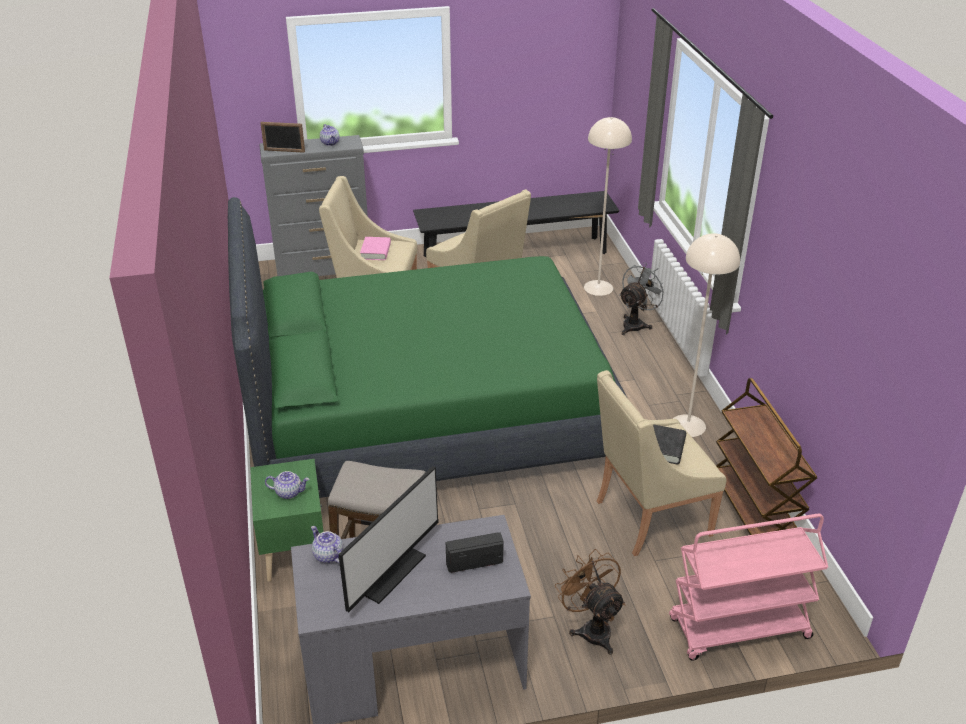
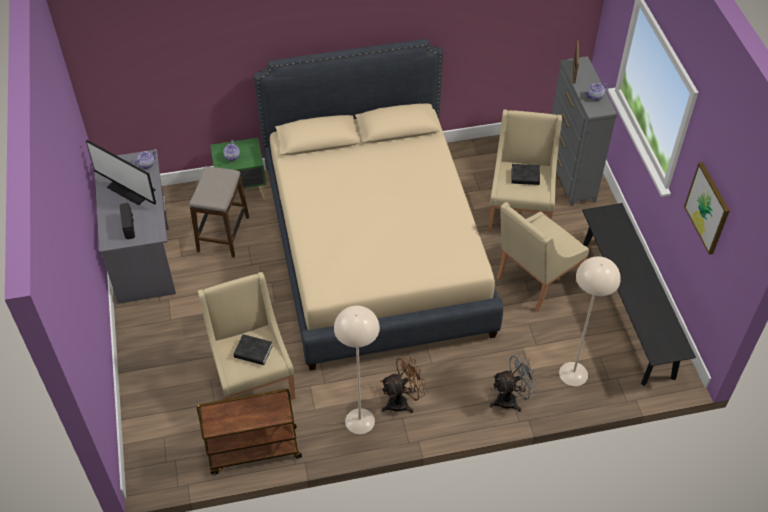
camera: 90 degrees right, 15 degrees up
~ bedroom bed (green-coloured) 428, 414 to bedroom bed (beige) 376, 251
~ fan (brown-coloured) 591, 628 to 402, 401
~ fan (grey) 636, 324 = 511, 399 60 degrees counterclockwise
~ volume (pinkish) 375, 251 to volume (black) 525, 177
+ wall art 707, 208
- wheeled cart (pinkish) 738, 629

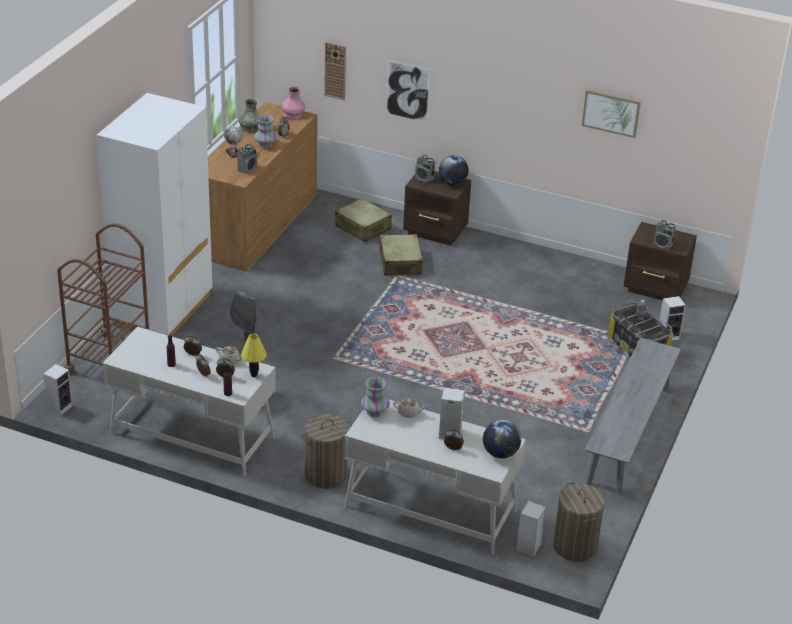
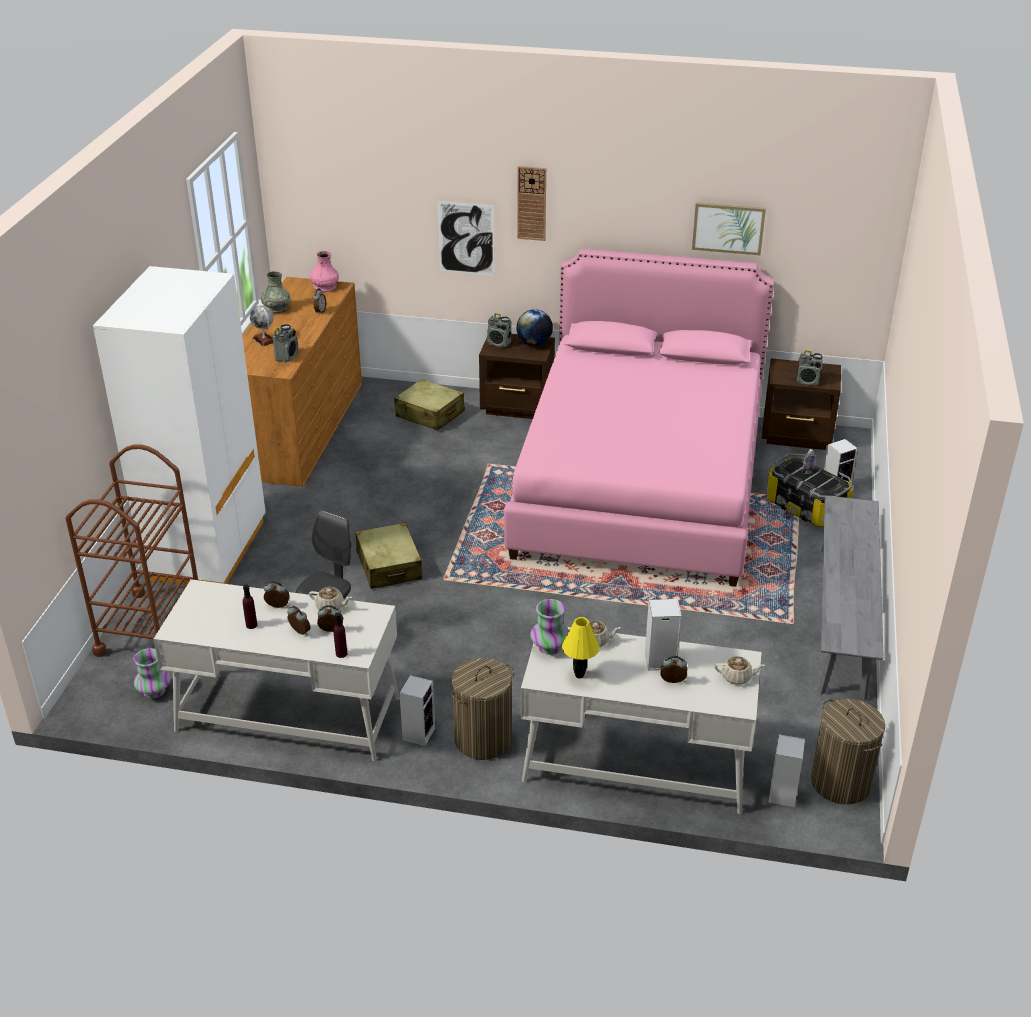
camera: 10 degrees left, 0 degrees up
~ vase 265, 145 to 154, 691
~ travel case (beige) 400, 262 to 389, 565
~ loudspeaker 60, 407 to 418, 733
+ bedroom bed (pinkish) 640, 484
~ wall clock 335, 70 to 531, 203
~ table lamp (yellow) 254, 375 to 579, 675
~ desk globe 500, 453 to tea pot (beige) 737, 677

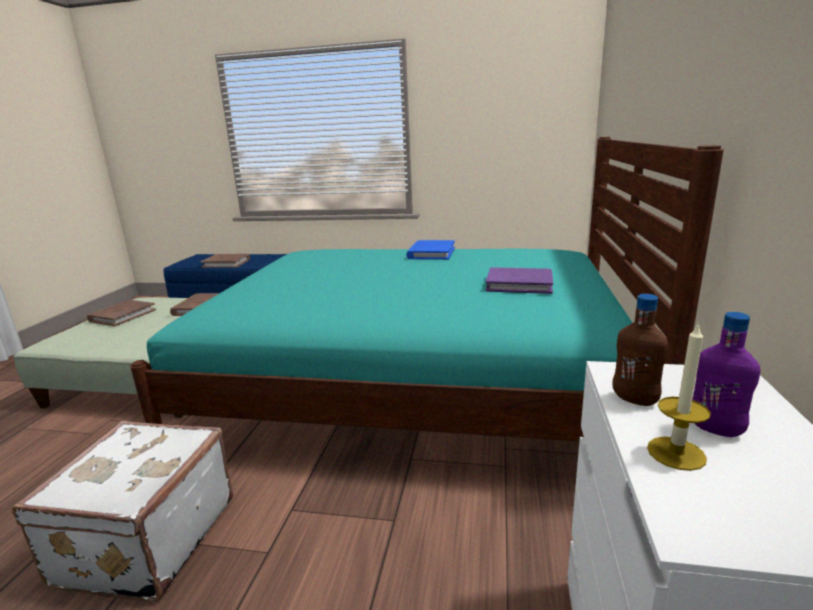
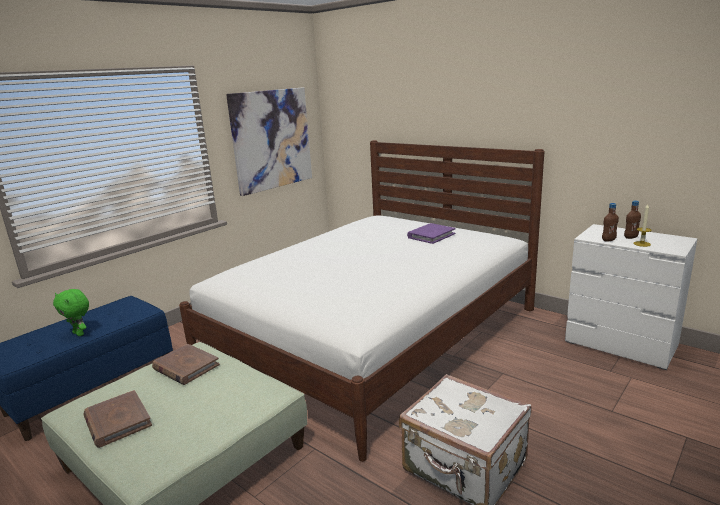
camera: 60 degrees left, 0 degrees up
~ volume (brown-coloured) 226, 263 to soft toy (green-coloured) 79, 333
~ bedroom bed (turquoise-coloured) 414, 386 to bedroom bed (whitish) 373, 335
+ wall art 271, 139
~ bottle (purple) 715, 429 to bottle (brown-coloured) 630, 237
- volume (blue-coloured) 431, 253

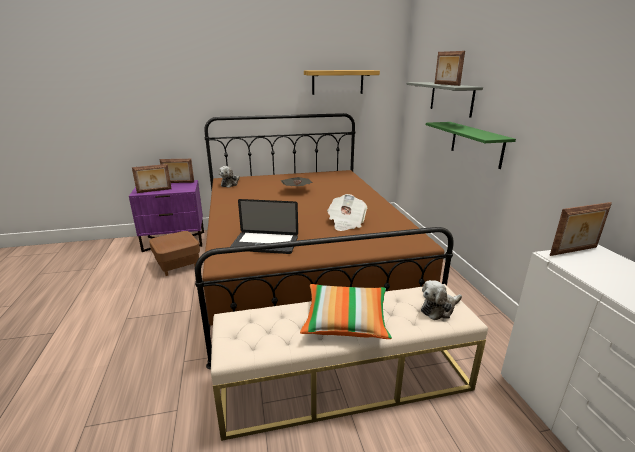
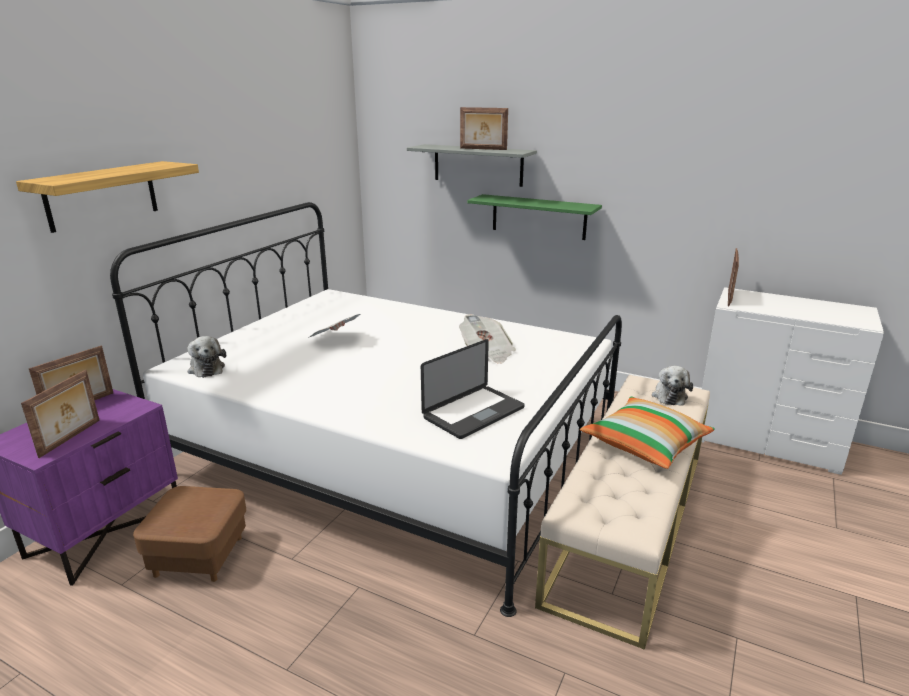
camera: 50 degrees left, 0 degrees up
~ bracket shelf 337, 82 to 102, 195
~ bedroom bed (brown-coloured) 302, 269 to bedroom bed (whitish) 394, 453

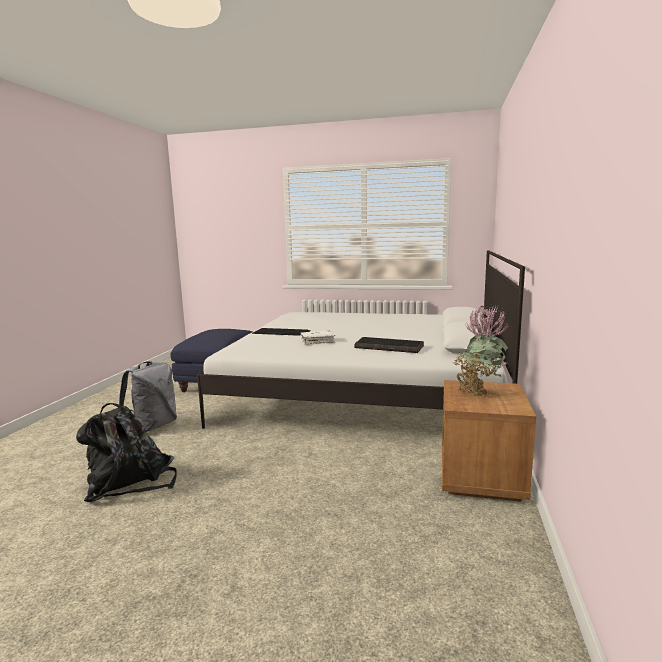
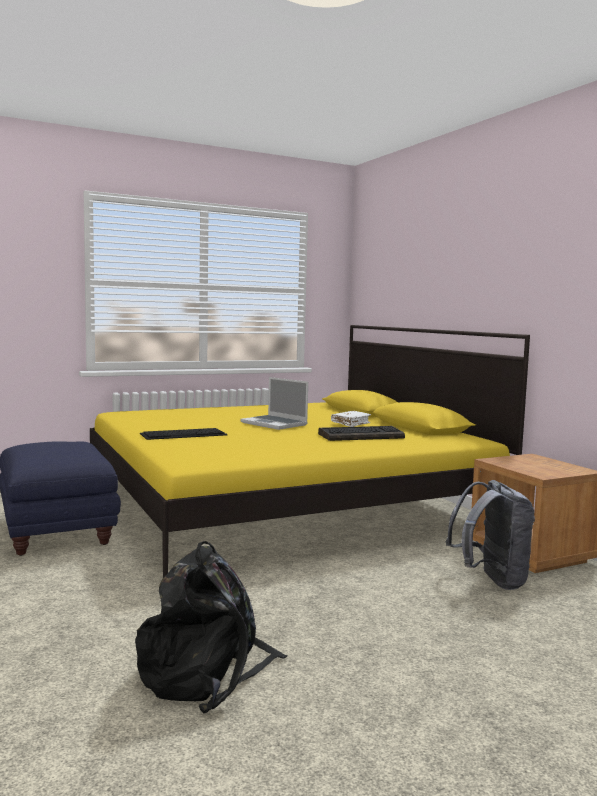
camera: 40 degrees left, 5 degrees down
~ bedroom bed (whitish) 367, 391 to bedroom bed (yellow) 284, 505
+ notebook computer 275, 424
~ volume (whitish) 317, 341 to 350, 423
~ rucksack (grey) 153, 426 to 491, 581
- houseplant 478, 392

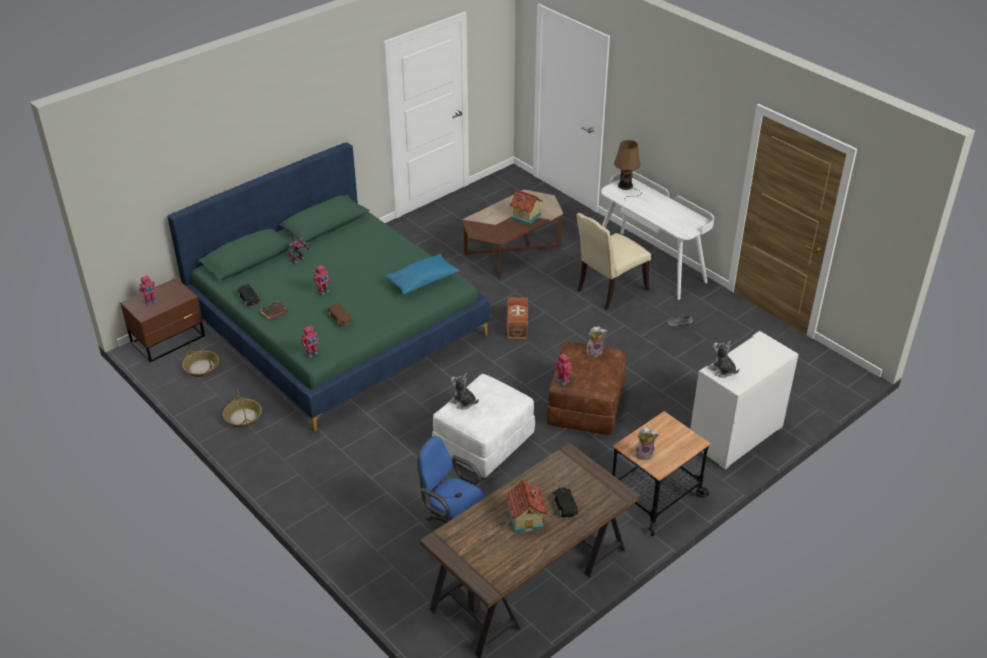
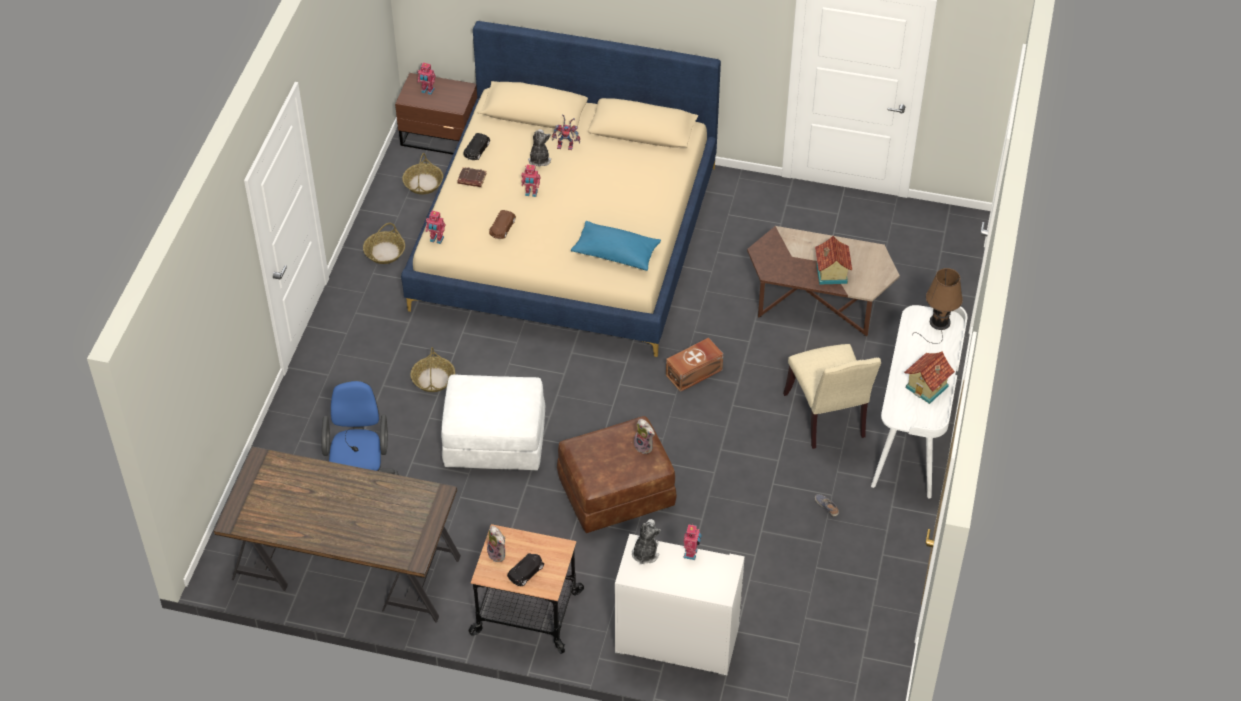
camera: 55 degrees right, 10 degrees up
~ bedroom bed (green-coloured) 337, 325 to bedroom bed (beige) 566, 237
+ basket 433, 379
~ toy car (black) 565, 505 to 526, 572
~ soft toy 463, 402 to 539, 159
~ robot figure 563, 380 to 691, 554
~ plain chair (beige) 609, 290 = 828, 418 120 degrees counterclockwise
~ model house 526, 519 to 927, 387

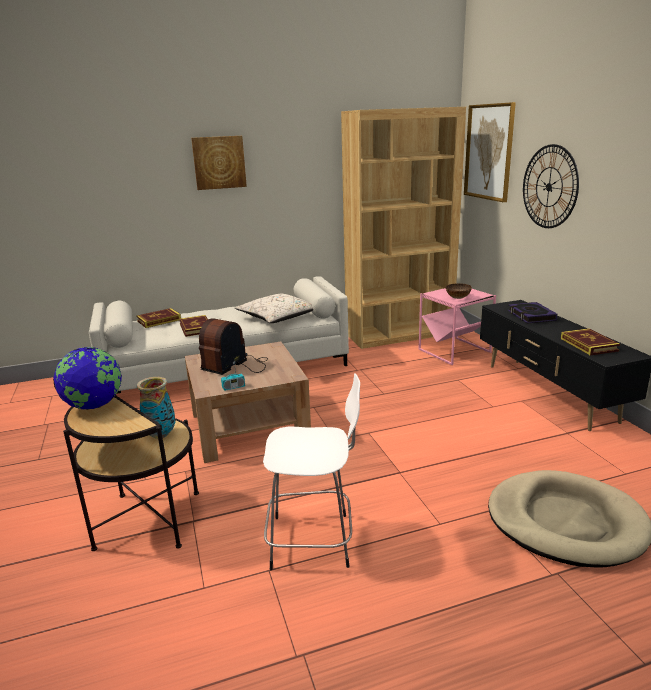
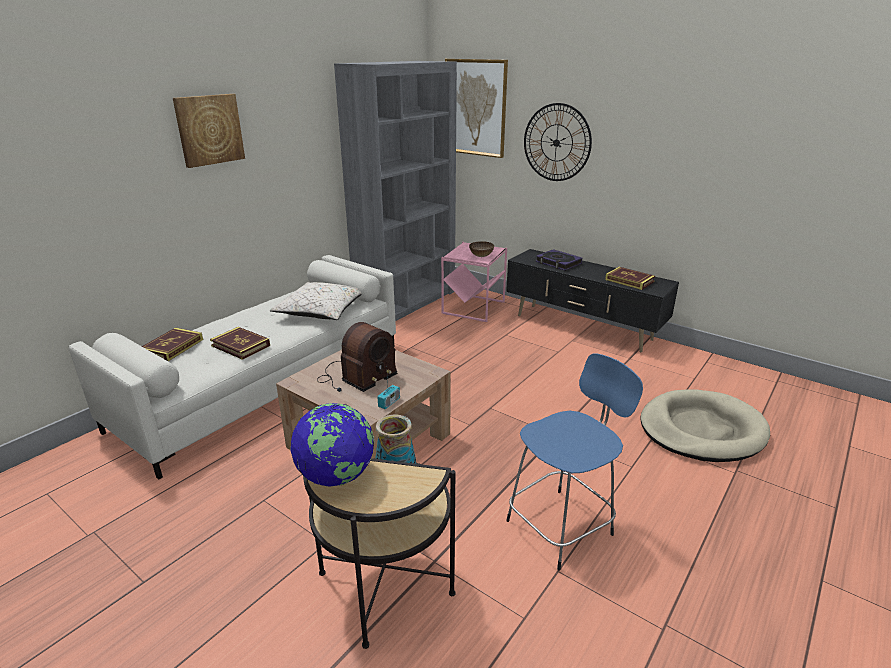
camera: 35 degrees left, 5 degrees up
~ radio set 236, 365 = 356, 377 135 degrees counterclockwise
~ shelving unit (brown-coloured) 399, 334 to shelving unit (grey) 406, 302
~ stool (whitish) 314, 541 to stool (blue-coloured) 562, 526

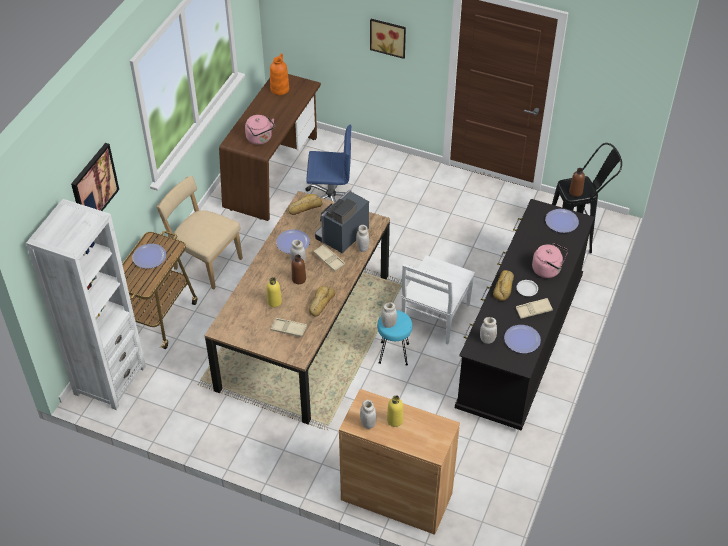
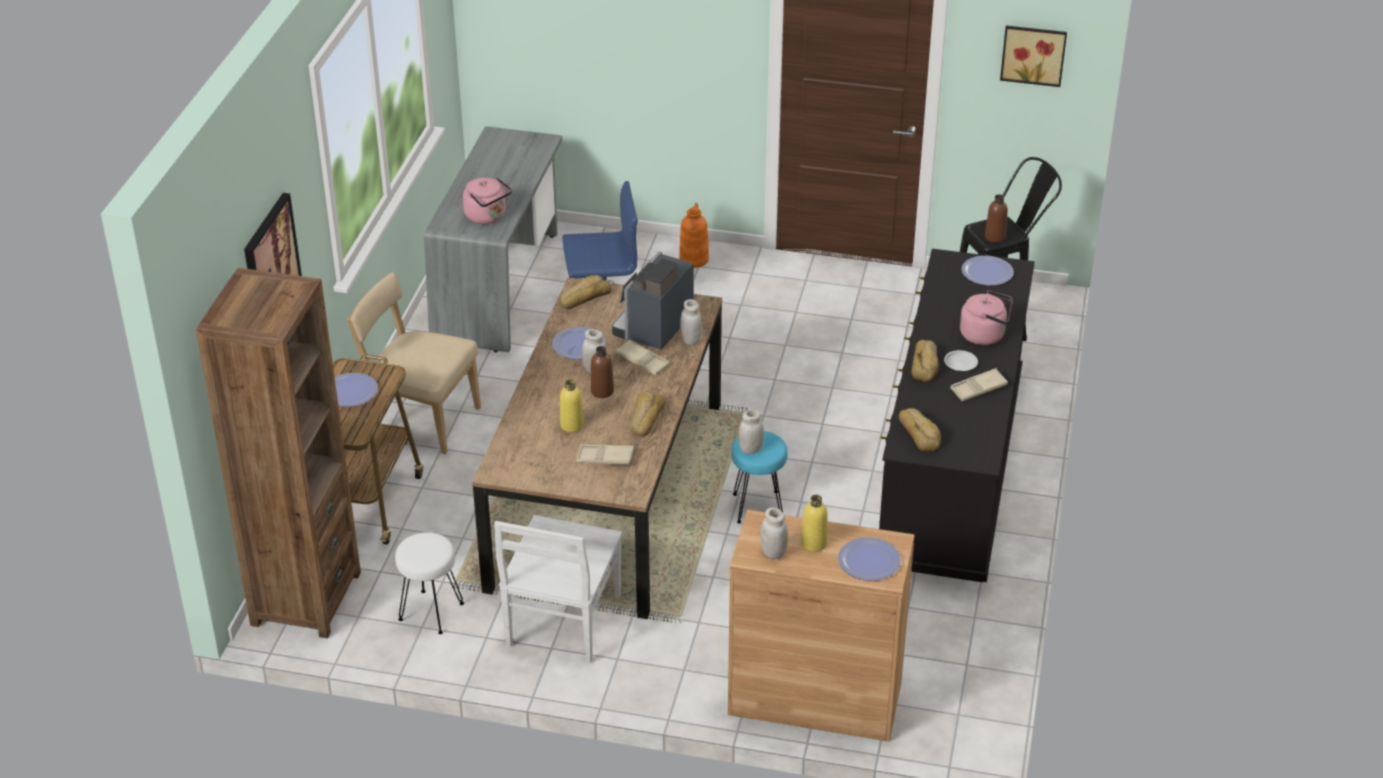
camera: 10 degrees left, 10 degrees down
~ shelving unit (whitish) 110, 380 to shelving unit (brown-coloured) 305, 598
+ stool (whitish) 430, 612
~ desk (brown-coloured) 273, 172 to desk (grey) 500, 287
~ plain chair (whitish) 435, 317 to 562, 623
~ vase (orange-coloured) 279, 89 to 693, 259
~ plate 522, 339 to 869, 560
~ jar (whitish) 487, 339 to bakery bread 919, 434
~ wall art 388, 37 to 1033, 54

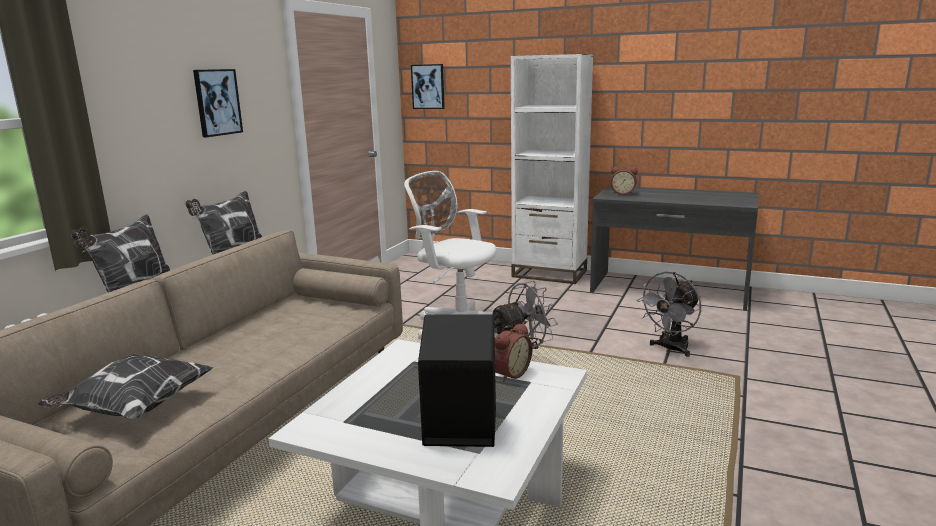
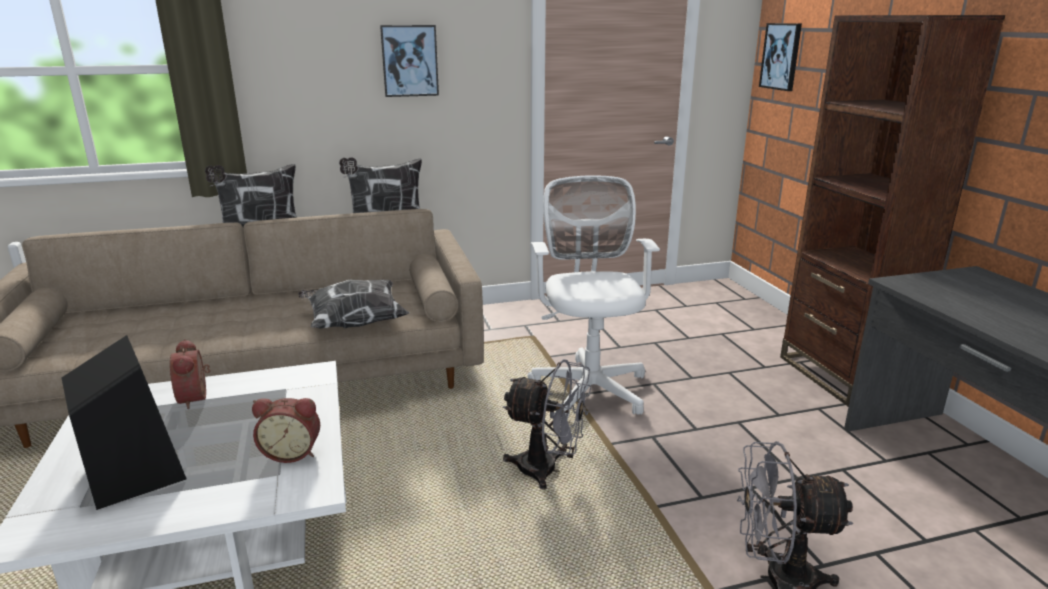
camera: 50 degrees right, 5 degrees up
~ table clock 623, 193 to 197, 398
~ throw pillow 134, 409 to 354, 323
~ shelving unit (whitish) 549, 274 to shelving unit (brown-coloured) 842, 375

